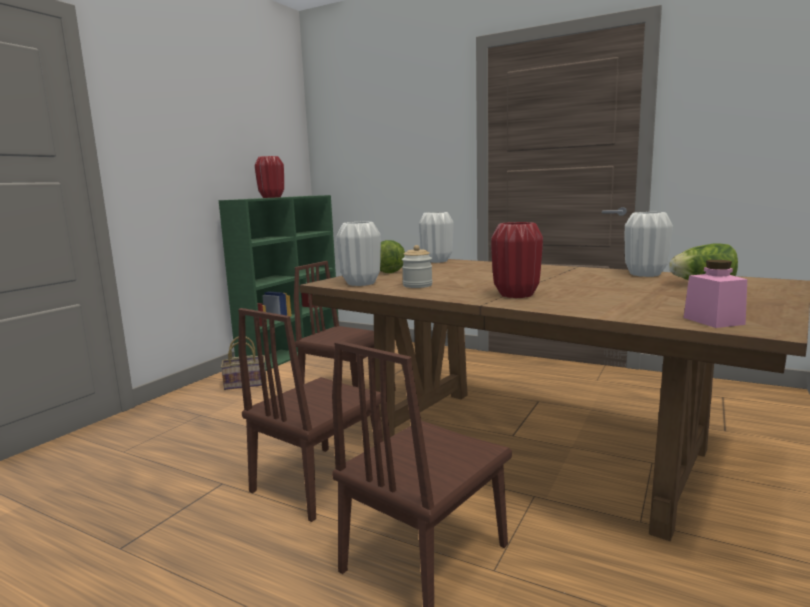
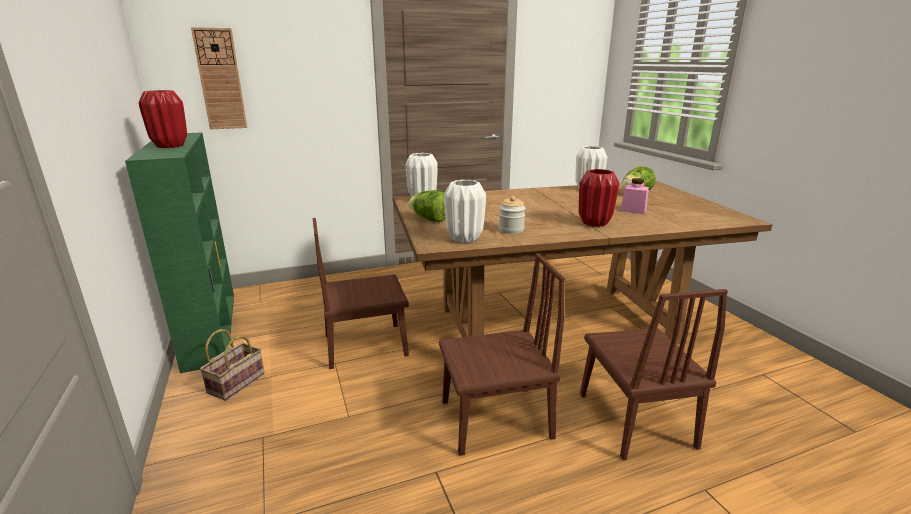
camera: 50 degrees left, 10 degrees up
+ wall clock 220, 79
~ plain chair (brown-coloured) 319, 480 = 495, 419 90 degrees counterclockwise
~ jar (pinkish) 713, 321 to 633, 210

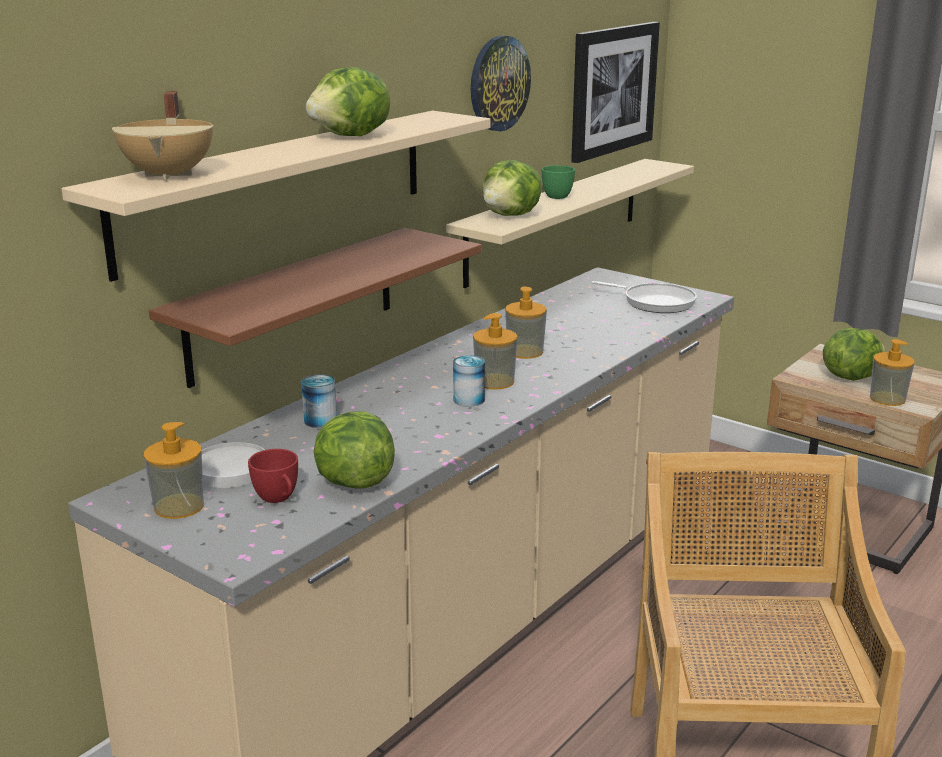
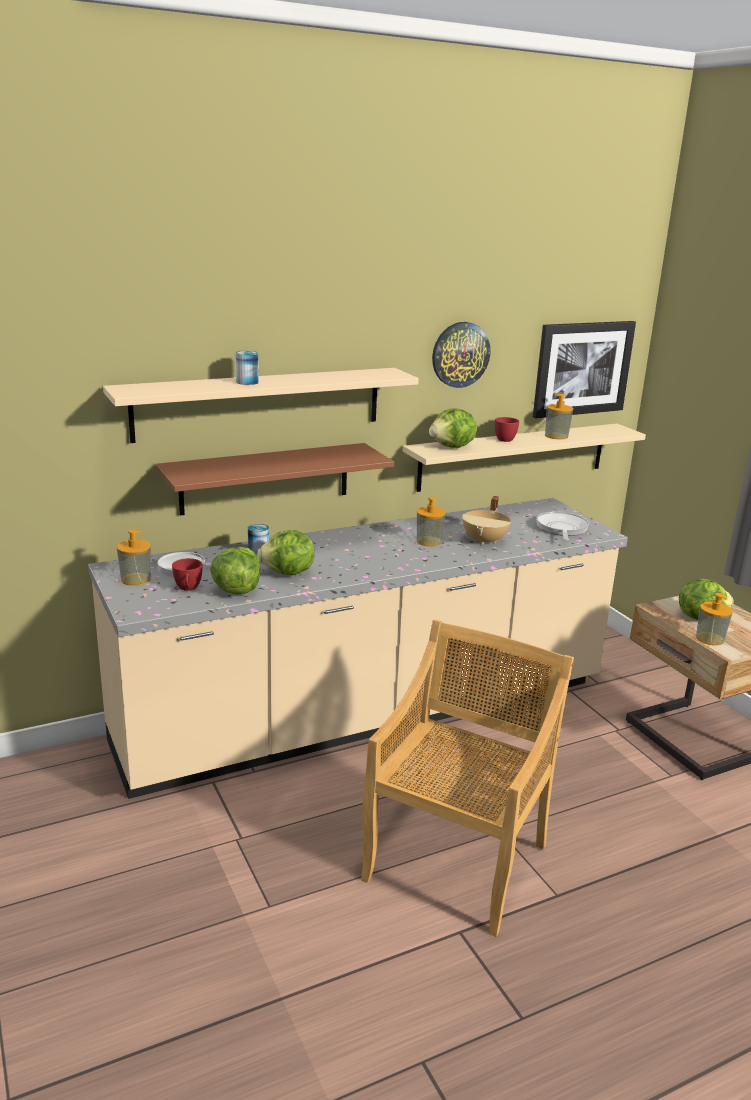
camera: 25 degrees right, 0 degrees up
~ sealed can 469, 400 to 247, 382
~ lettuce head 352, 136 to 288, 573
~ saucepot (beige) 170, 175 to 485, 541
~ cup (green-coloured) 558, 195 to cup (reddish) 507, 439
~ skillet 655, 302 = 561, 529 135 degrees counterclockwise
~ soap bottle 494, 381 to 556, 436

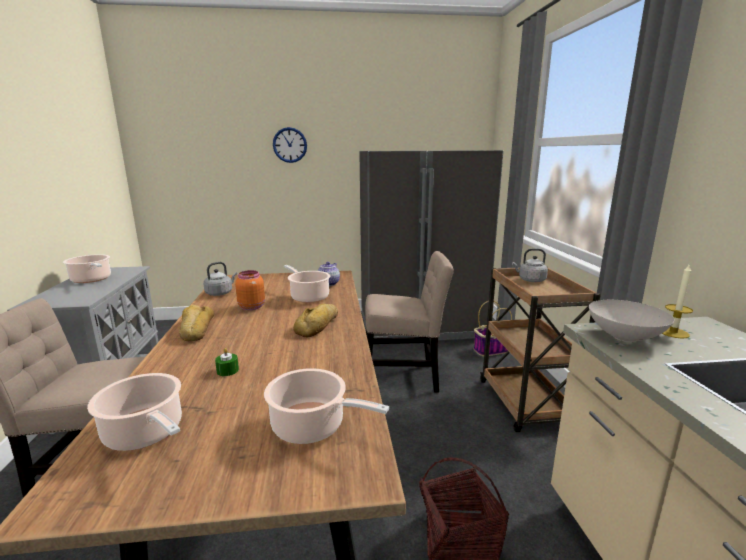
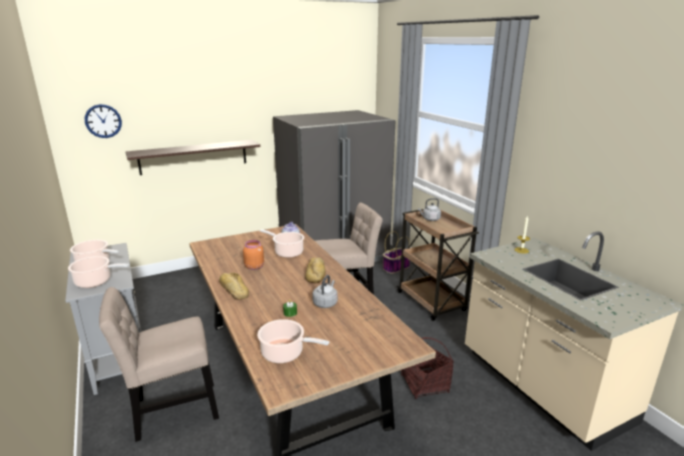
camera: 20 degrees left, 5 degrees up
~ saucepot 312, 427 to 95, 281
~ wall clock 290, 145 to 103, 121
+ bracket shelf 194, 157
~ water kettle (grey) 220, 293 to 325, 303
- deep dish (whitish) 625, 338

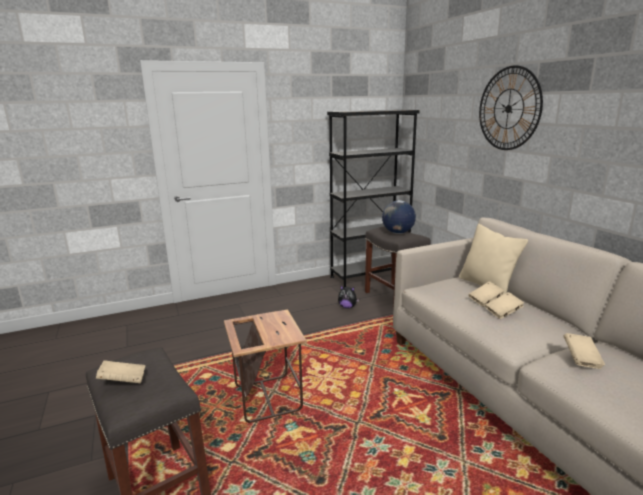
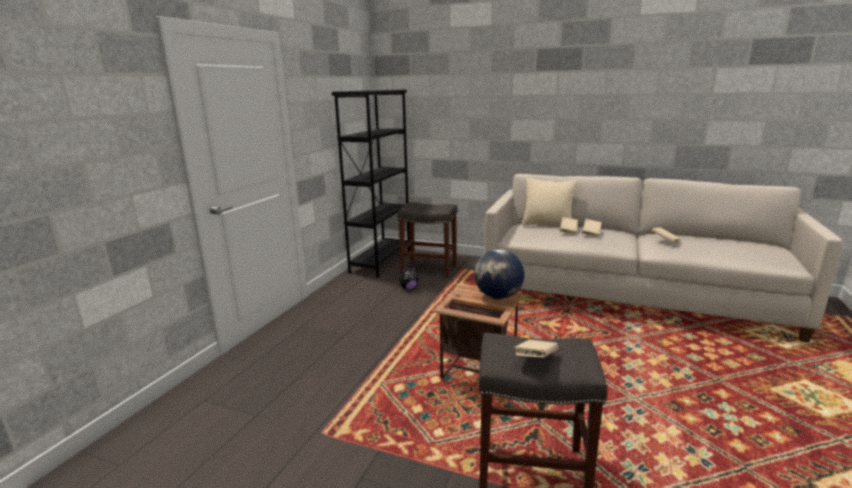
camera: 45 degrees left, 0 degrees up
~ desk globe 397, 232 to 497, 296
- wall clock 508, 109

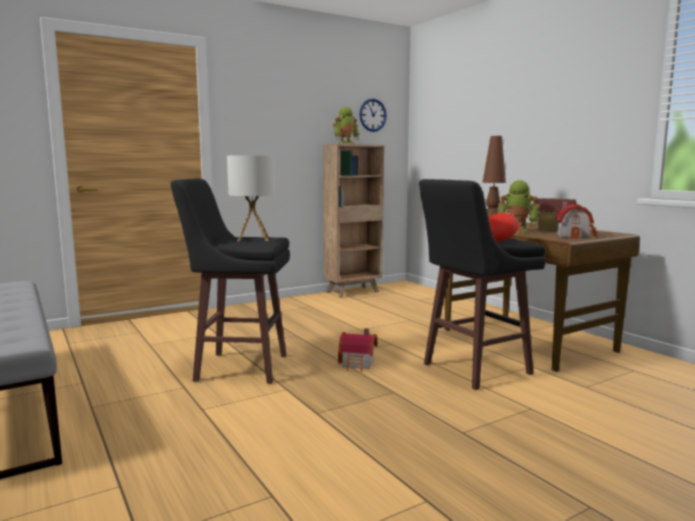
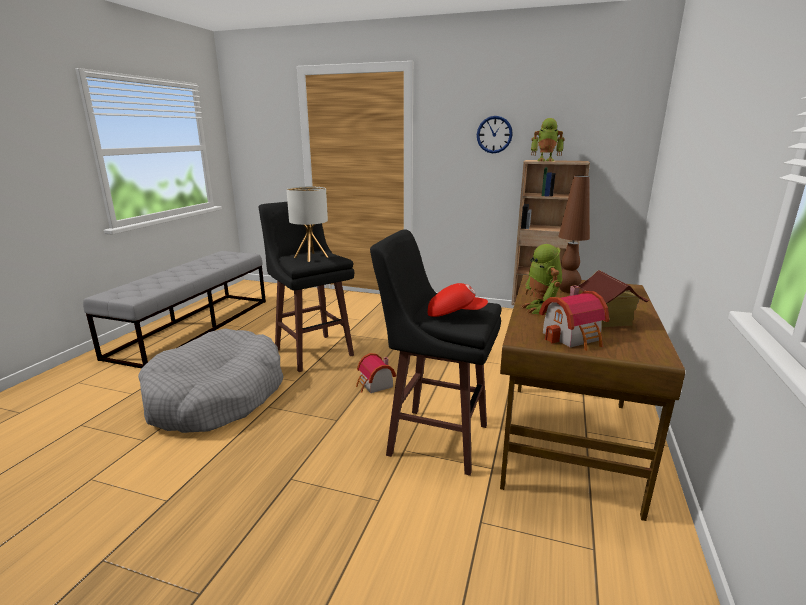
camera: 50 degrees right, 10 degrees up
+ pet bed (grey) 216, 396
~ wall clock 372, 115 to 494, 134

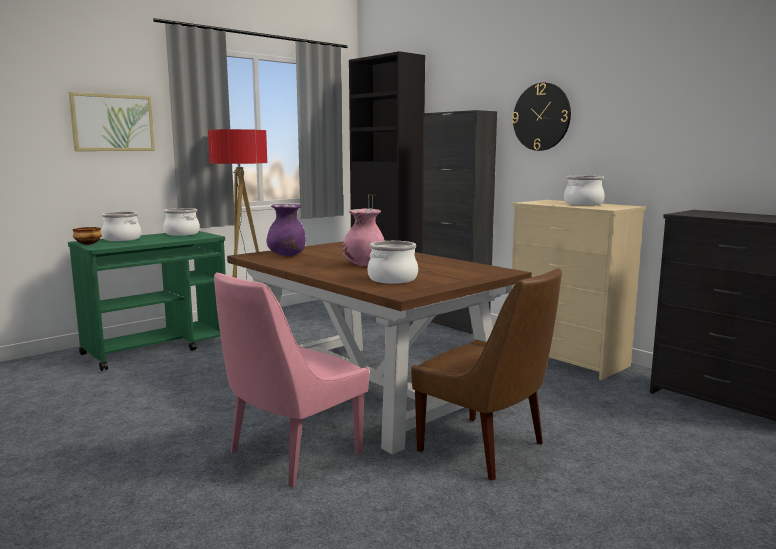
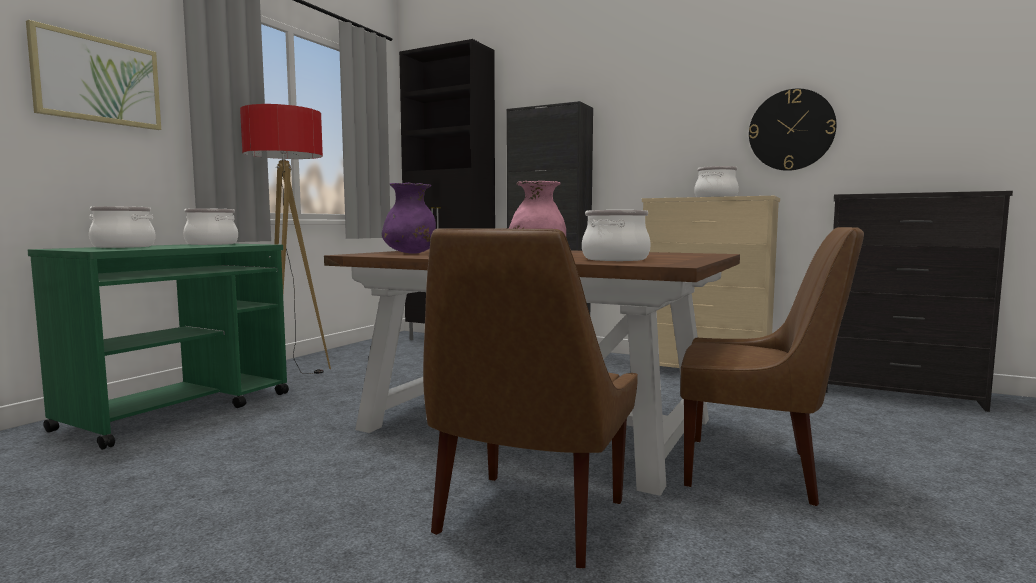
camera: 20 degrees left, 5 degrees down
~ plain chair (pinkish) 291, 454 to plain chair (brown-coloured) 527, 520
~ wall clock 541, 117 to 791, 130
- deep dish 87, 244

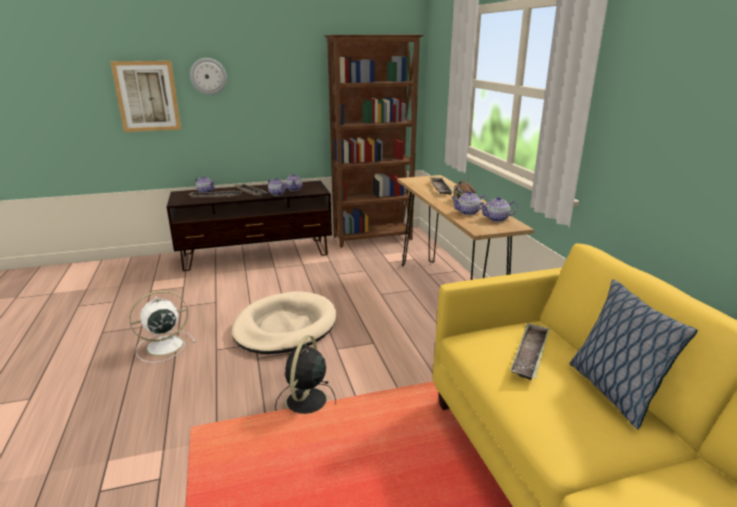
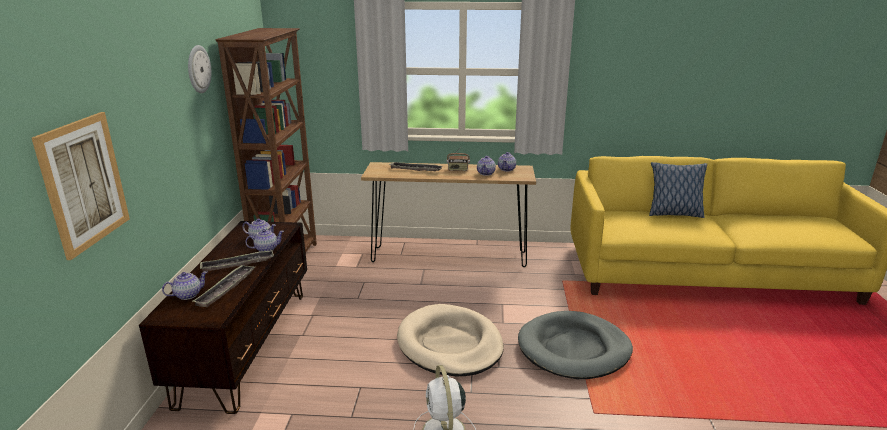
camera: 70 degrees left, 0 degrees up
~ wall clock 208, 76 to 198, 69
~ fan (black) 306, 402 to pet bed (grey) 574, 349
- tray 530, 355

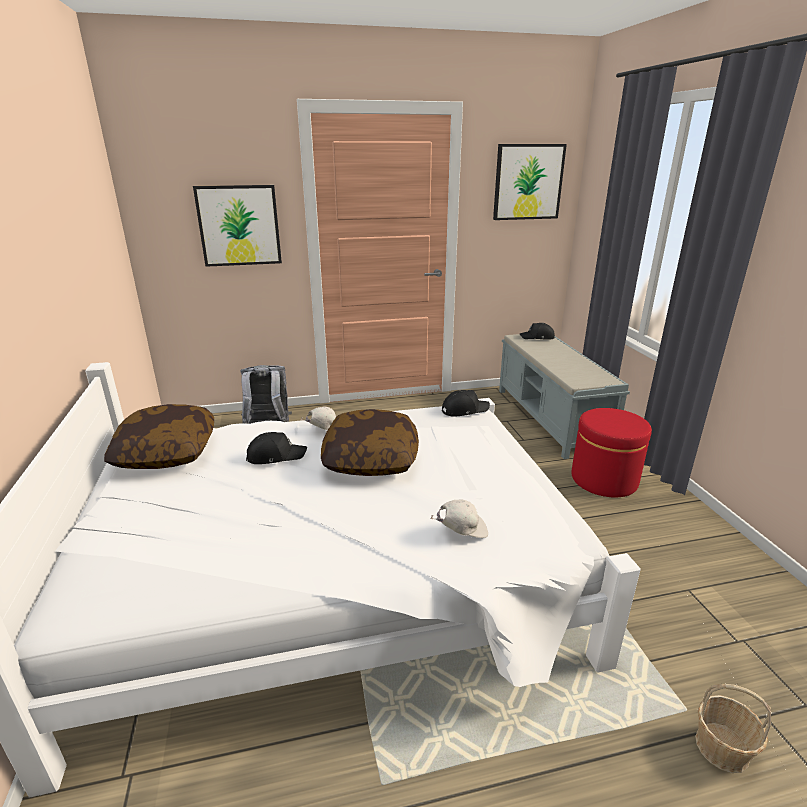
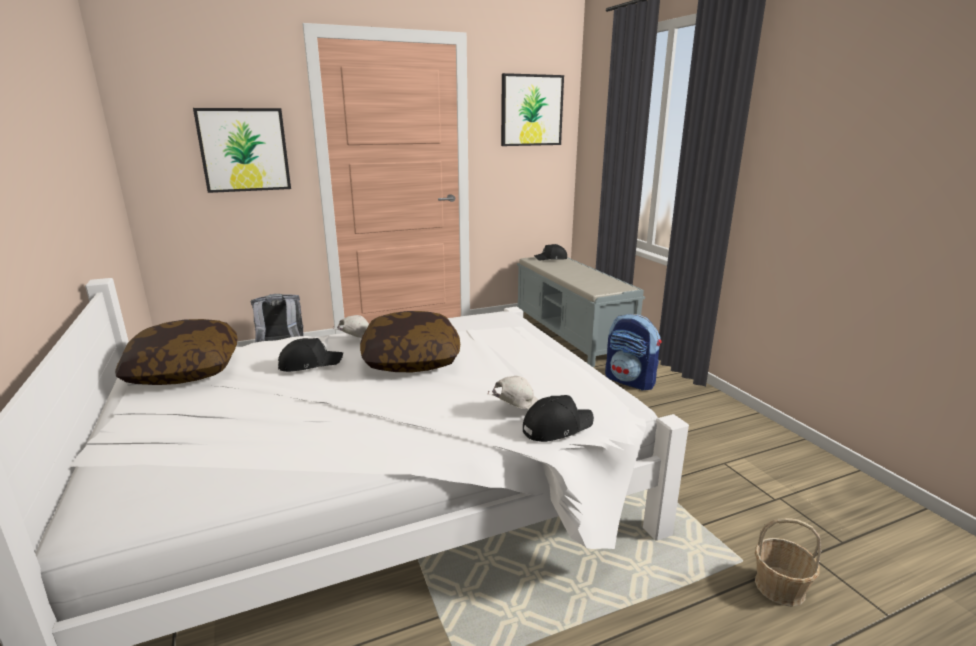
camera: 10 degrees left, 5 degrees down
~ peaked cap (black) 464, 410 to 556, 427
~ footrest (reddish) 604, 479 to rucksack 630, 381

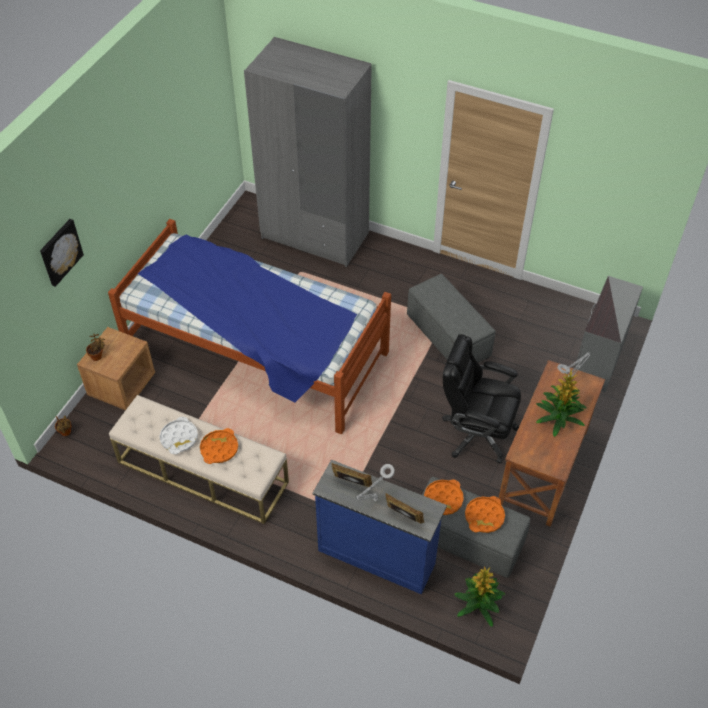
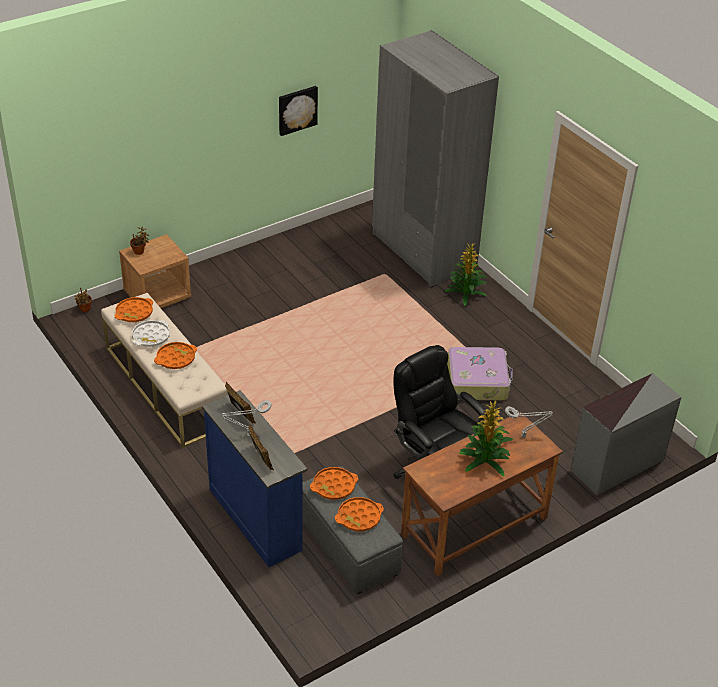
camera: 30 degrees right, 10 degrees down
+ tray (orange-coloured) 134, 313
~ wall art 60, 252 to 297, 109
~ houseplant 478, 603 to 466, 293
~ footrest (grey) 447, 336 to travel case 477, 381
- bedroom bed 255, 352

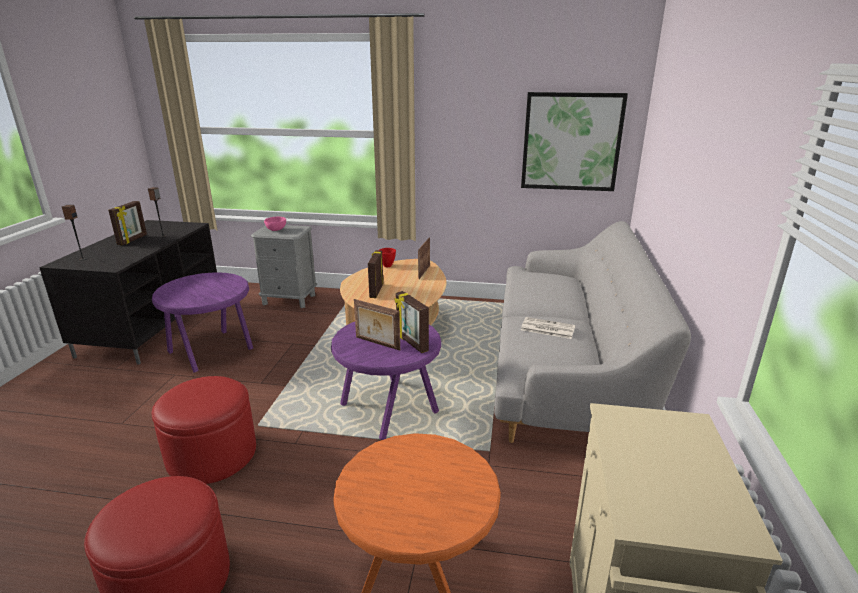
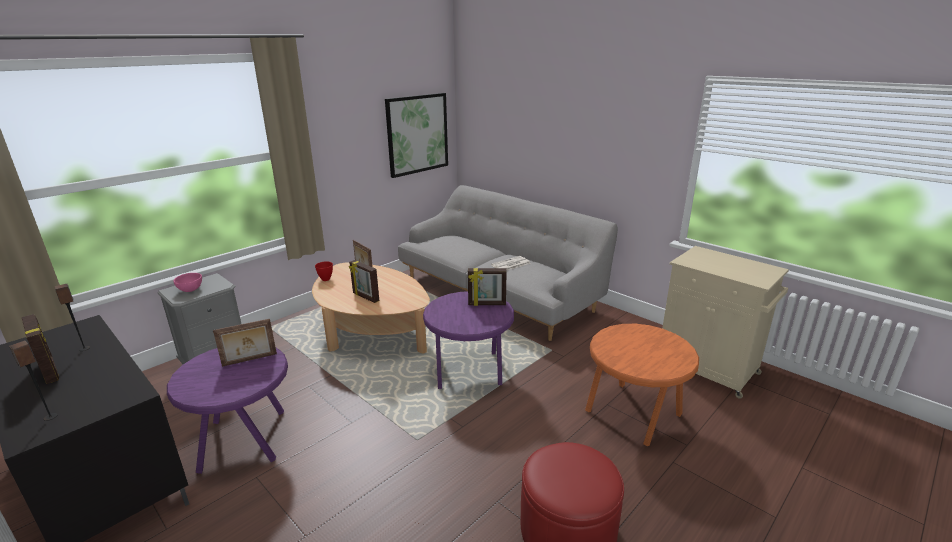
camera: 55 degrees left, 0 degrees up
~ photo frame 377, 344 to 250, 360
- footrest (reddish) 212, 454

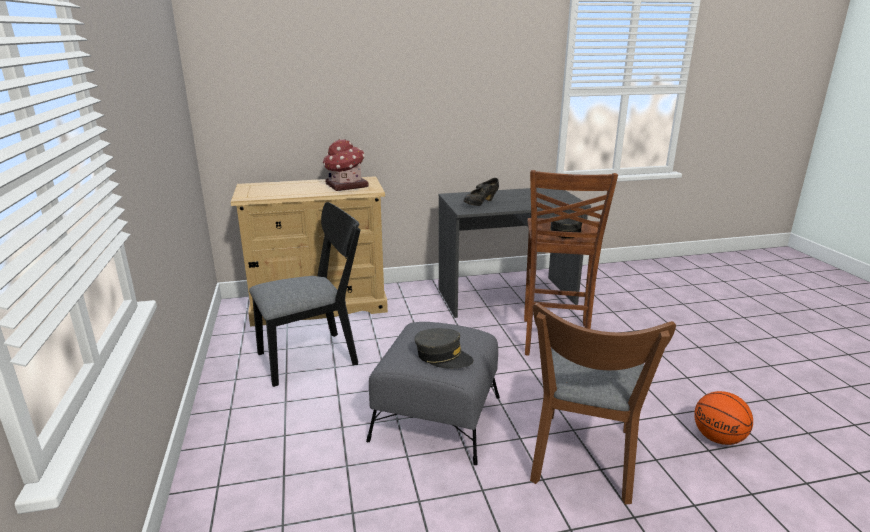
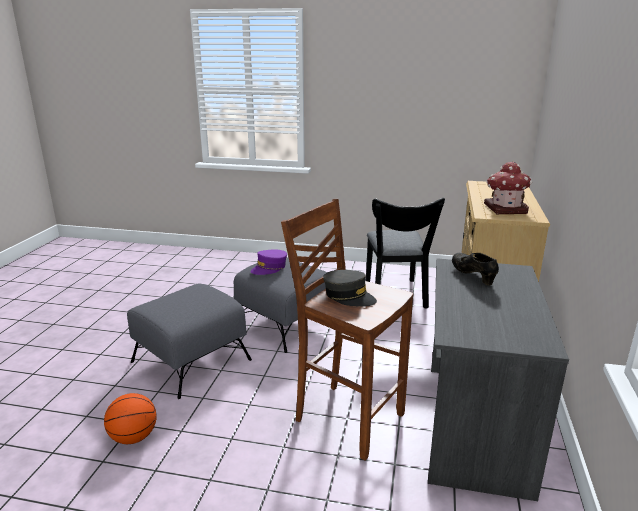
camera: 115 degrees right, 0 degrees up
~ plain chair (brown-coloured) 583, 462 to footrest (grey) 192, 360
~ peaked cap (grey) 443, 357 to peaked cap (purple) 269, 268

